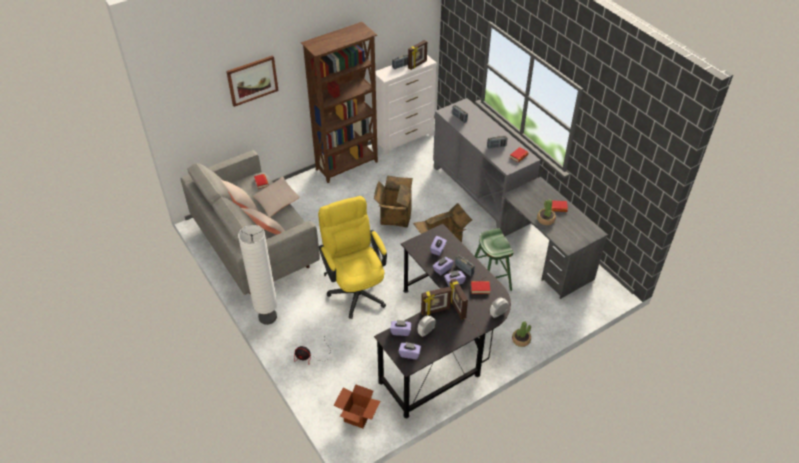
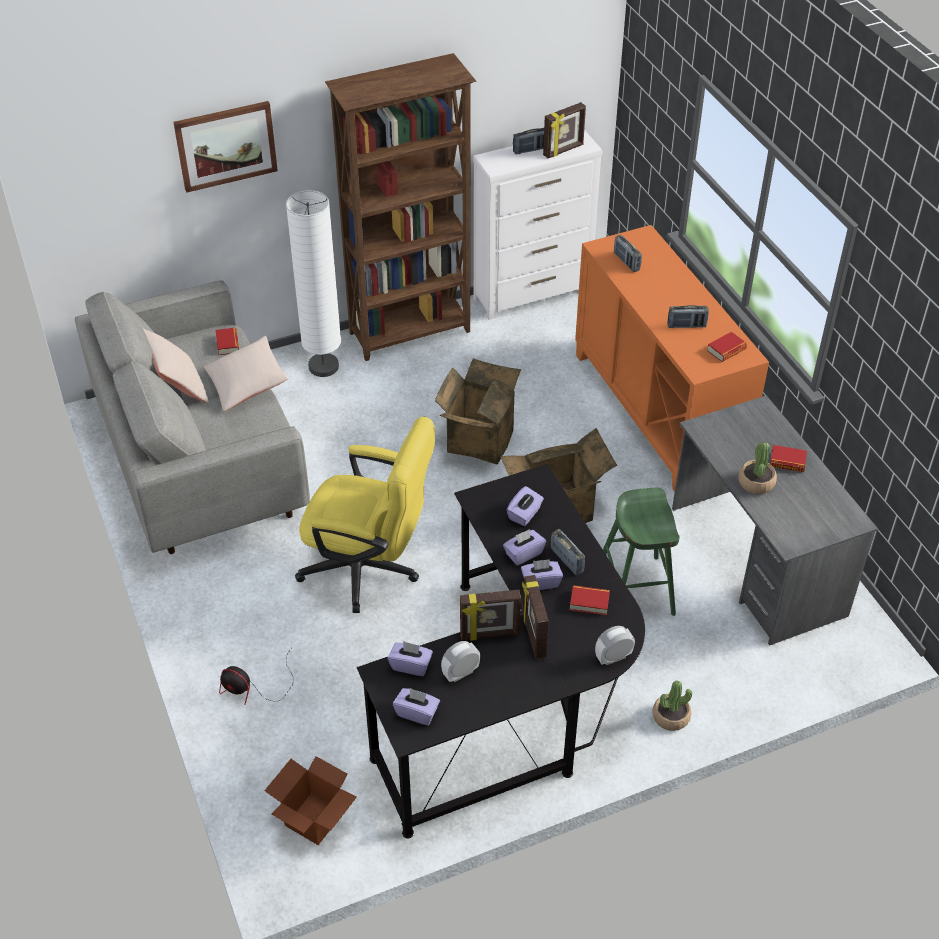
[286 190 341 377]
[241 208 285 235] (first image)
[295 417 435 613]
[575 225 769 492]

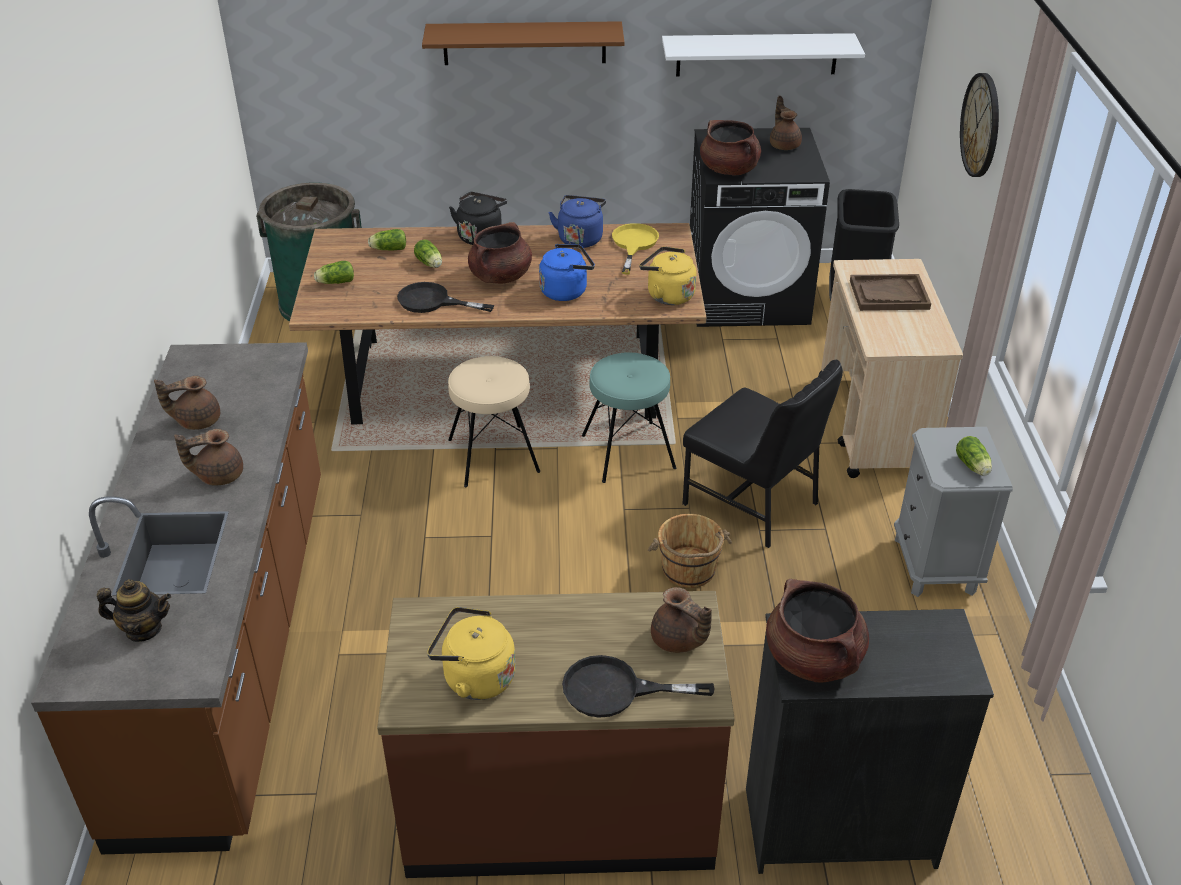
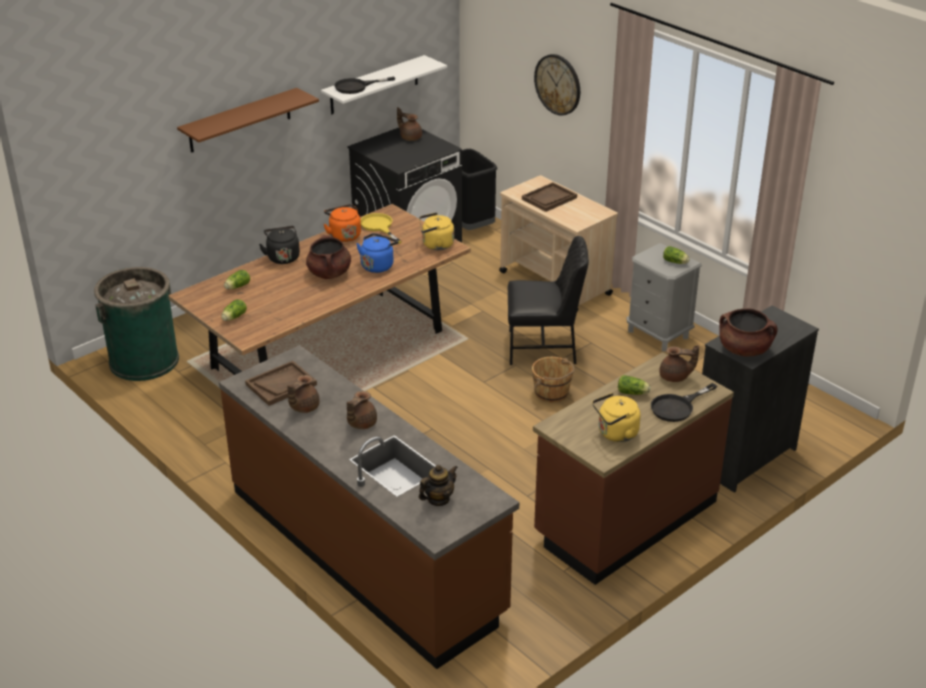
[334 77 395 94]
[618 375 651 395]
[448 356 540 487] (first image)
[323 204 361 242]
[582 352 676 483] (first image)
[700 120 761 176] (first image)
[245 361 317 406]

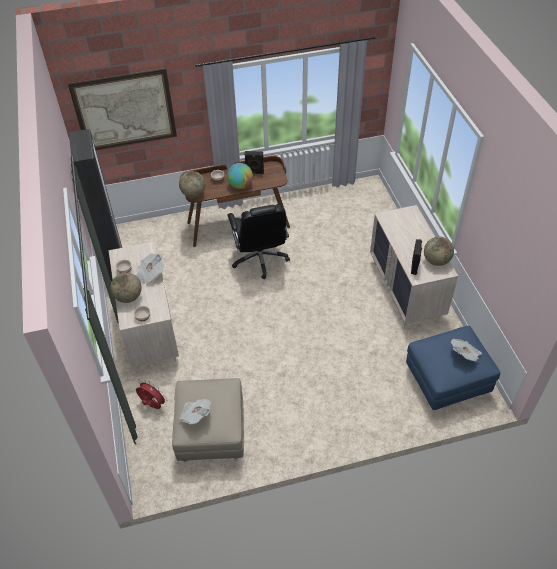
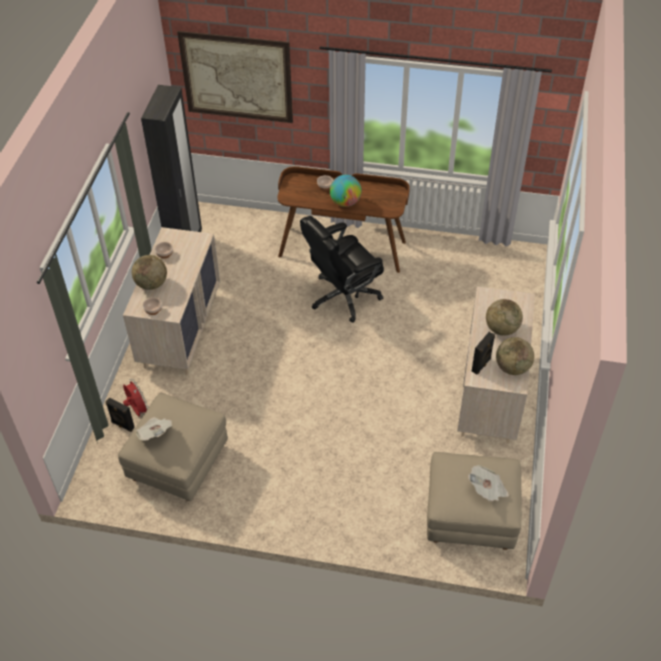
[136 253 164 285] (first image)
[486 299 523 336]
[300 216 384 323]
[105 397 135 432]
[427 452 522 550]

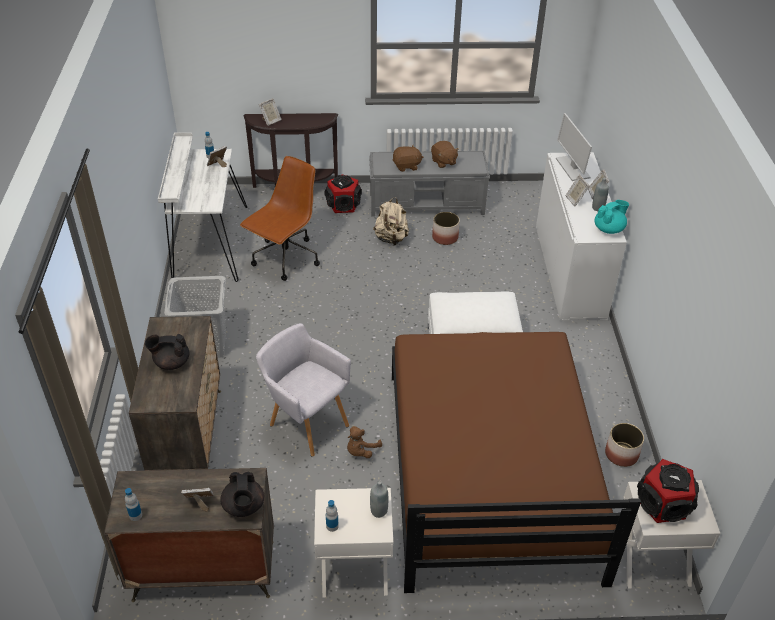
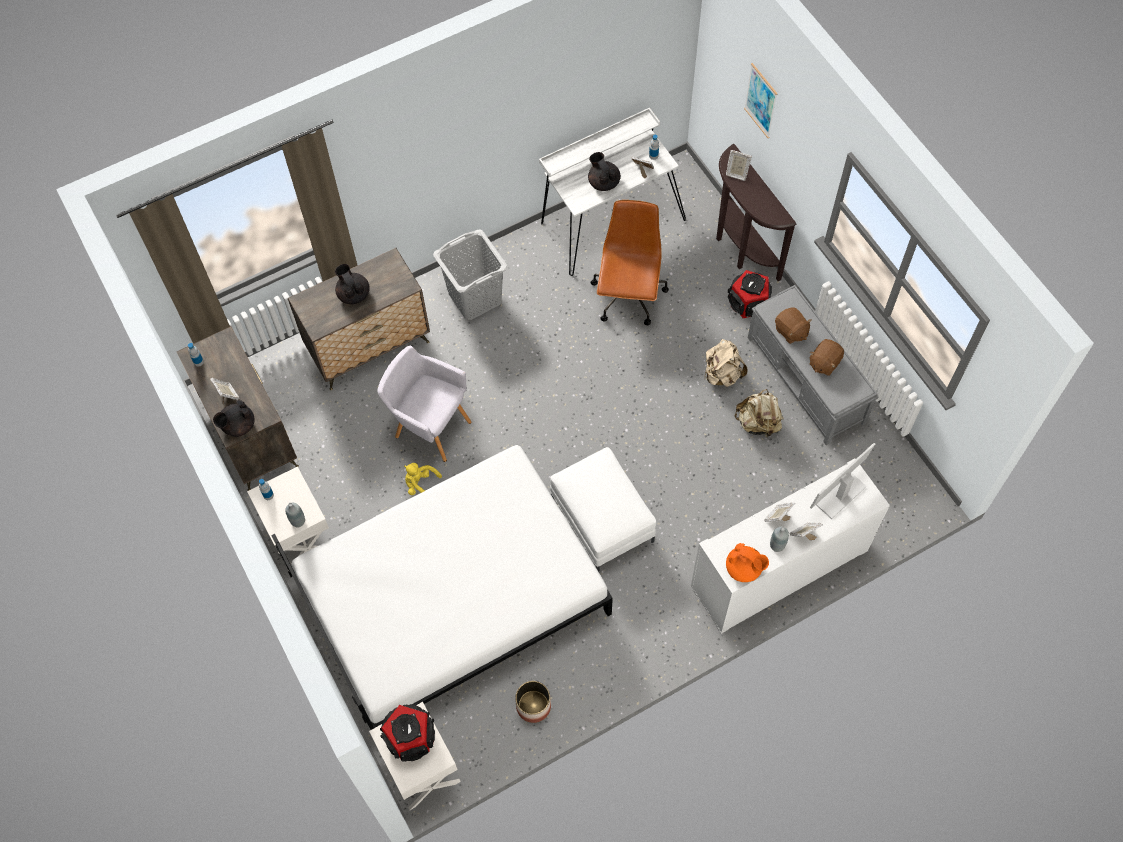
[591 200 669 325]
[377 346 472 462]
[404 463 442 495]
[271 445 613 730]
[734 389 784 437]
[726 543 769 582]
[588 152 621 191]
[744 63 778 138]

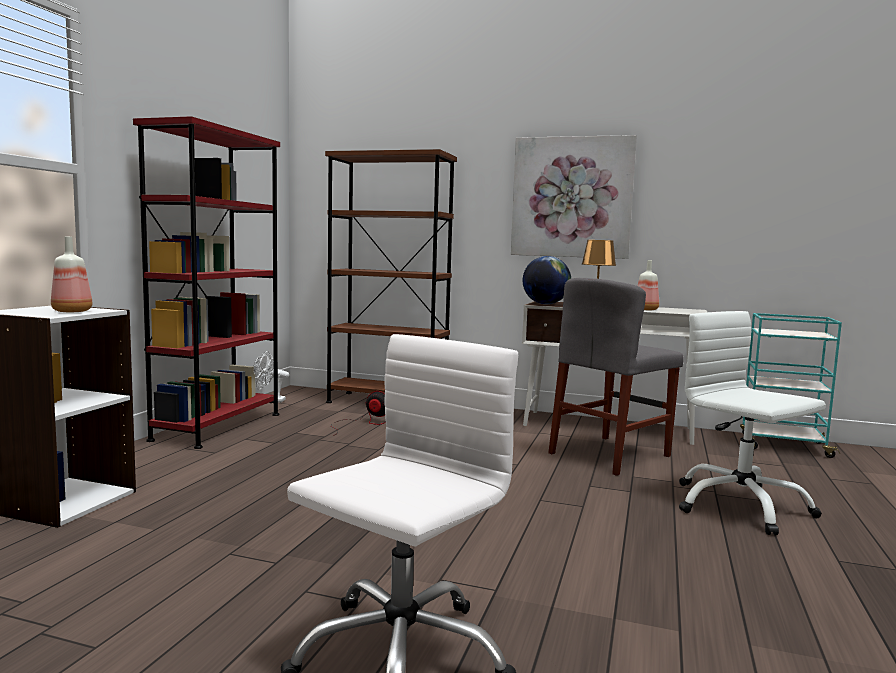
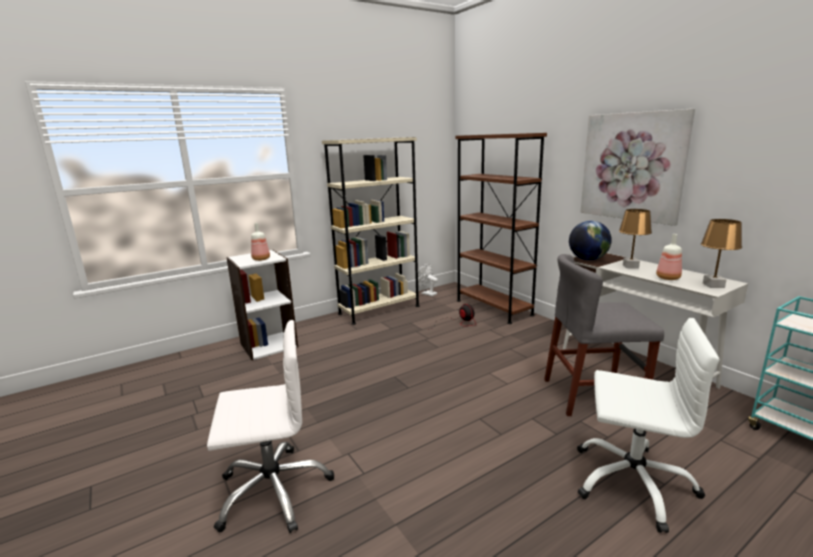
[322 137 420 325]
[577 318 720 533]
[701 219 742 288]

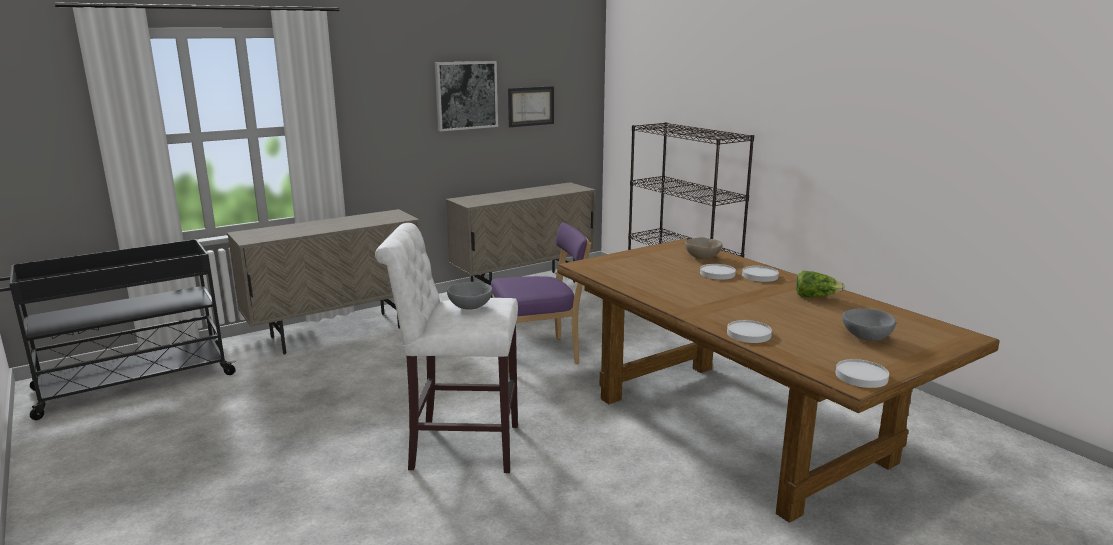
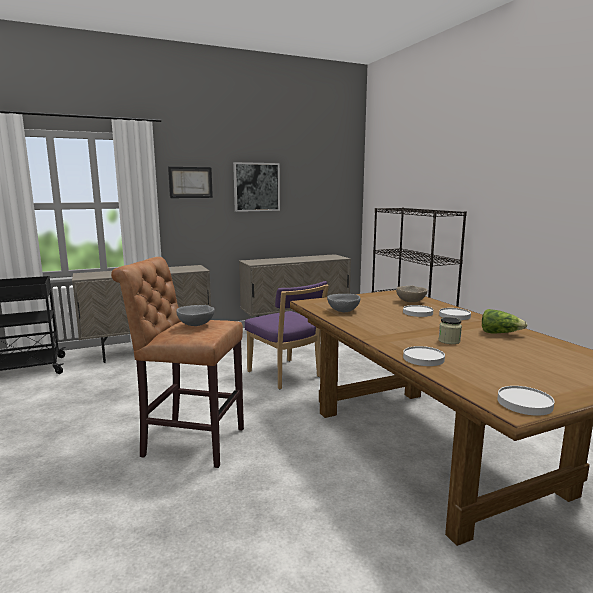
[111 257 244 468]
[245 281 329 389]
[168 167 213 198]
[327 294 360 312]
[439 317 462 344]

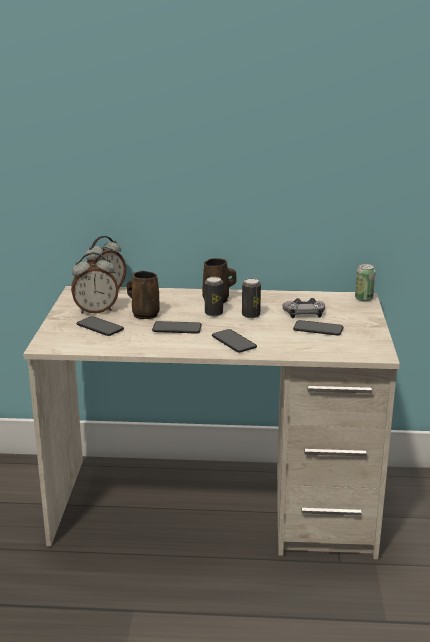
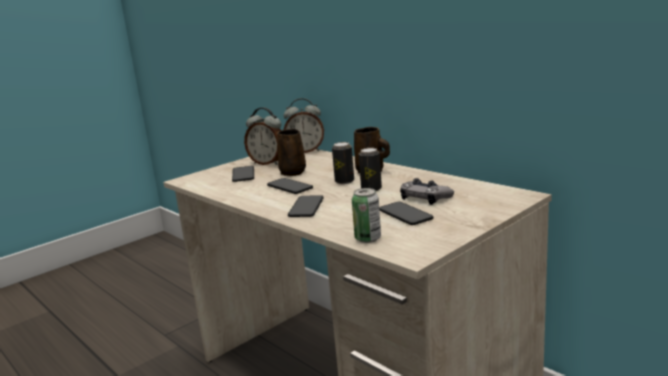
[352 188 381 243]

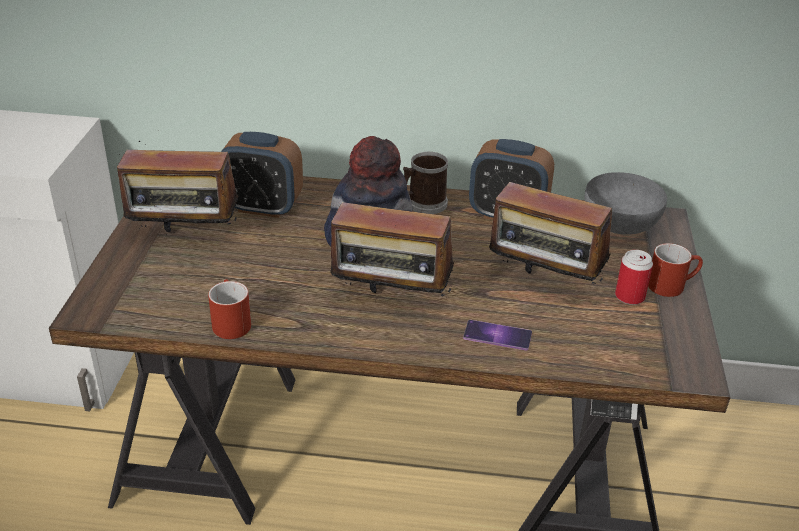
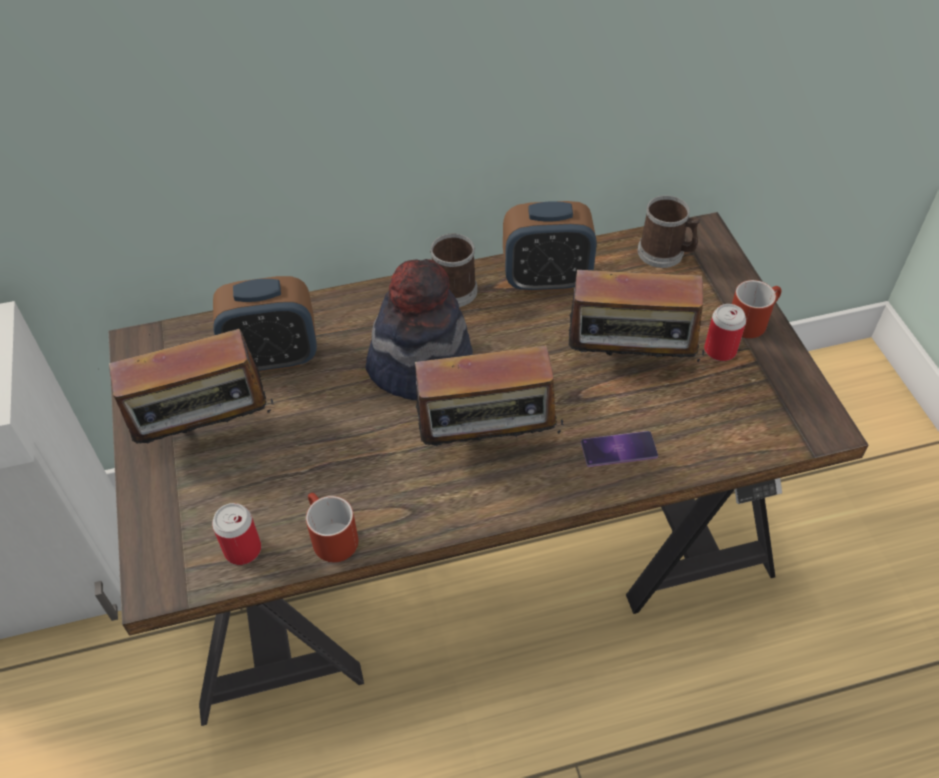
[638 195 700 268]
[212 503 261 565]

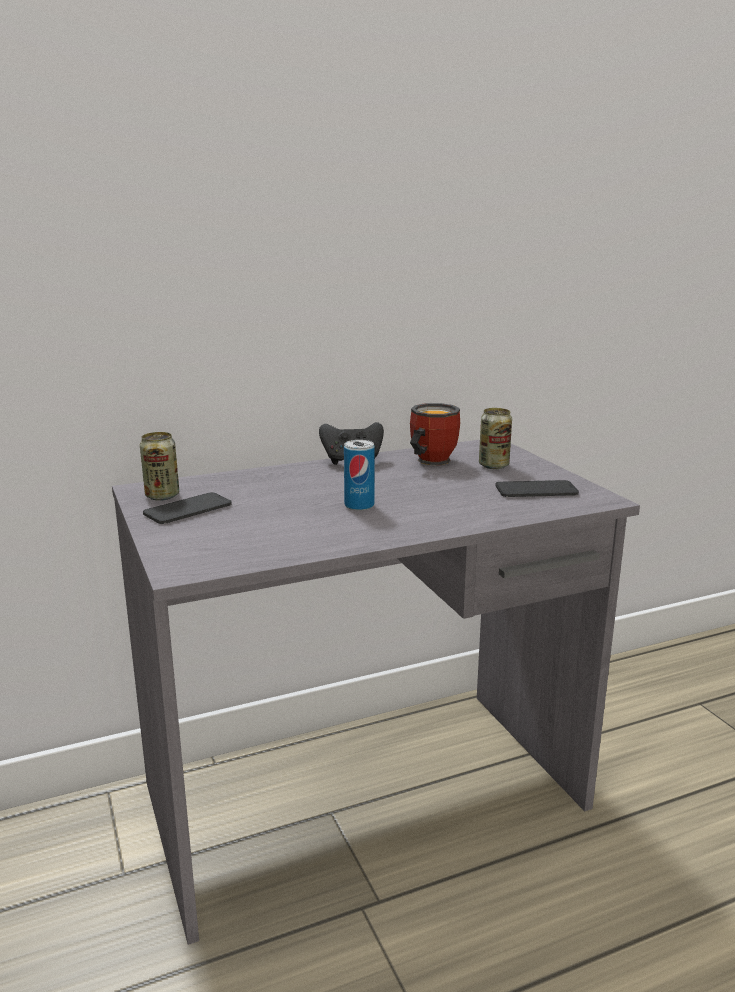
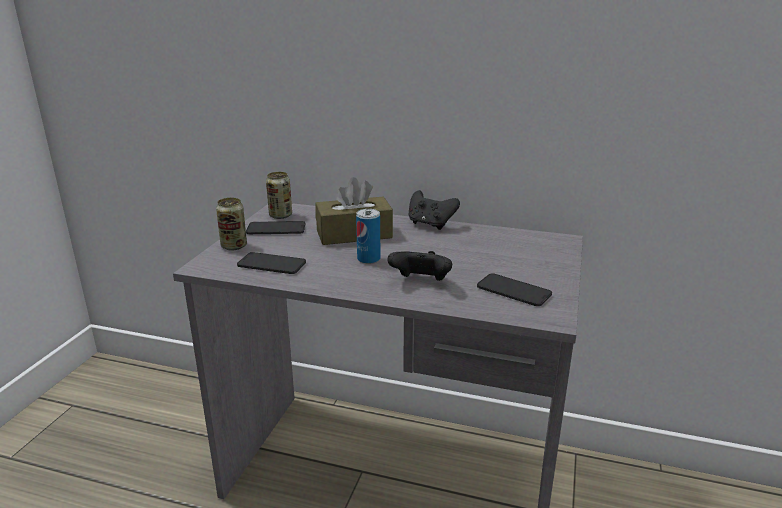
[410 403 460 465] (first image)
[216 198 247 250]
[237 252 306 274]
[315 177 393 245]
[387 251 452 281]

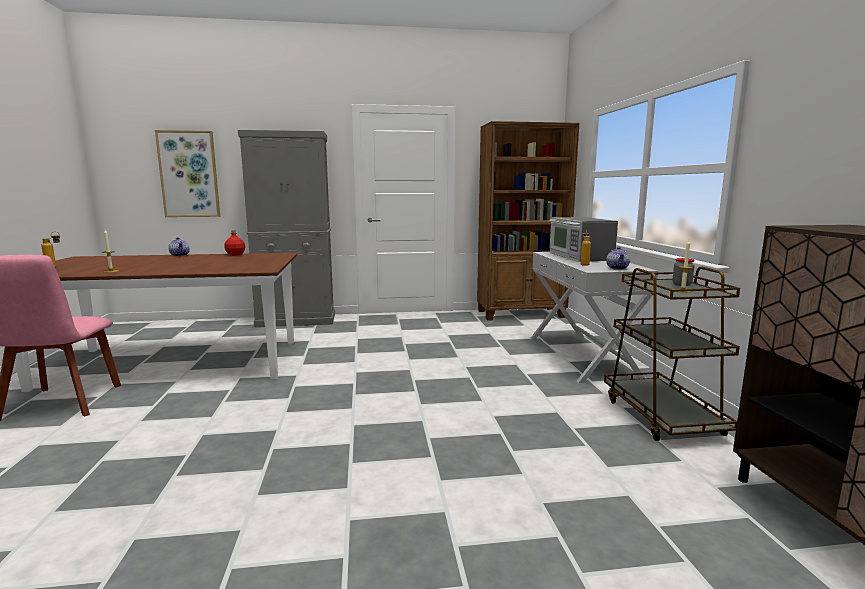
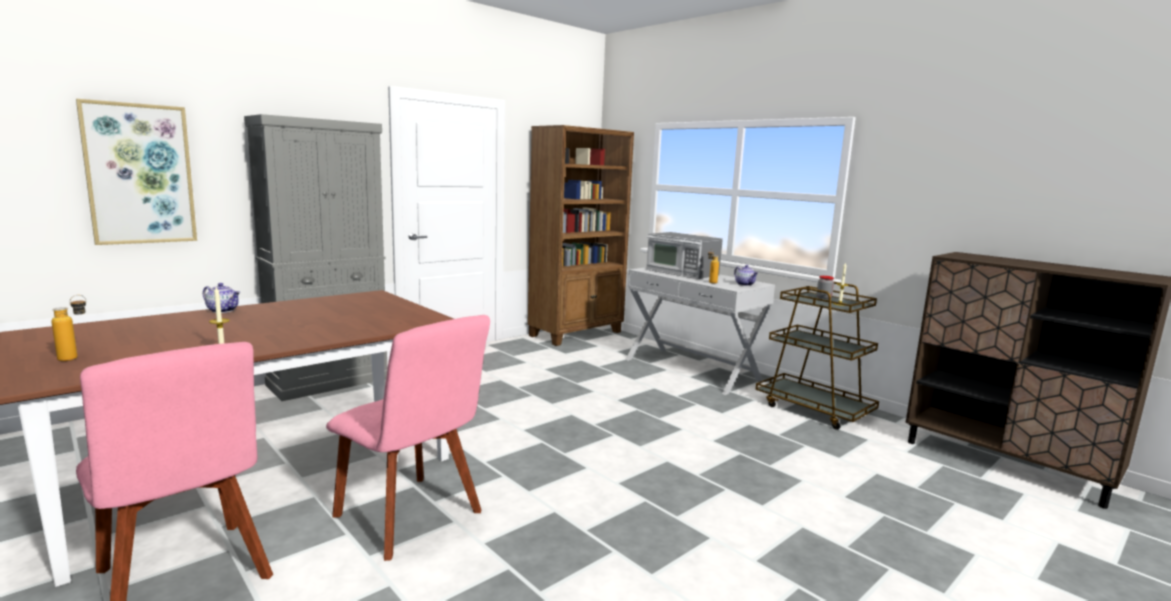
[224 230 245 256] (first image)
[326 315 490 561]

